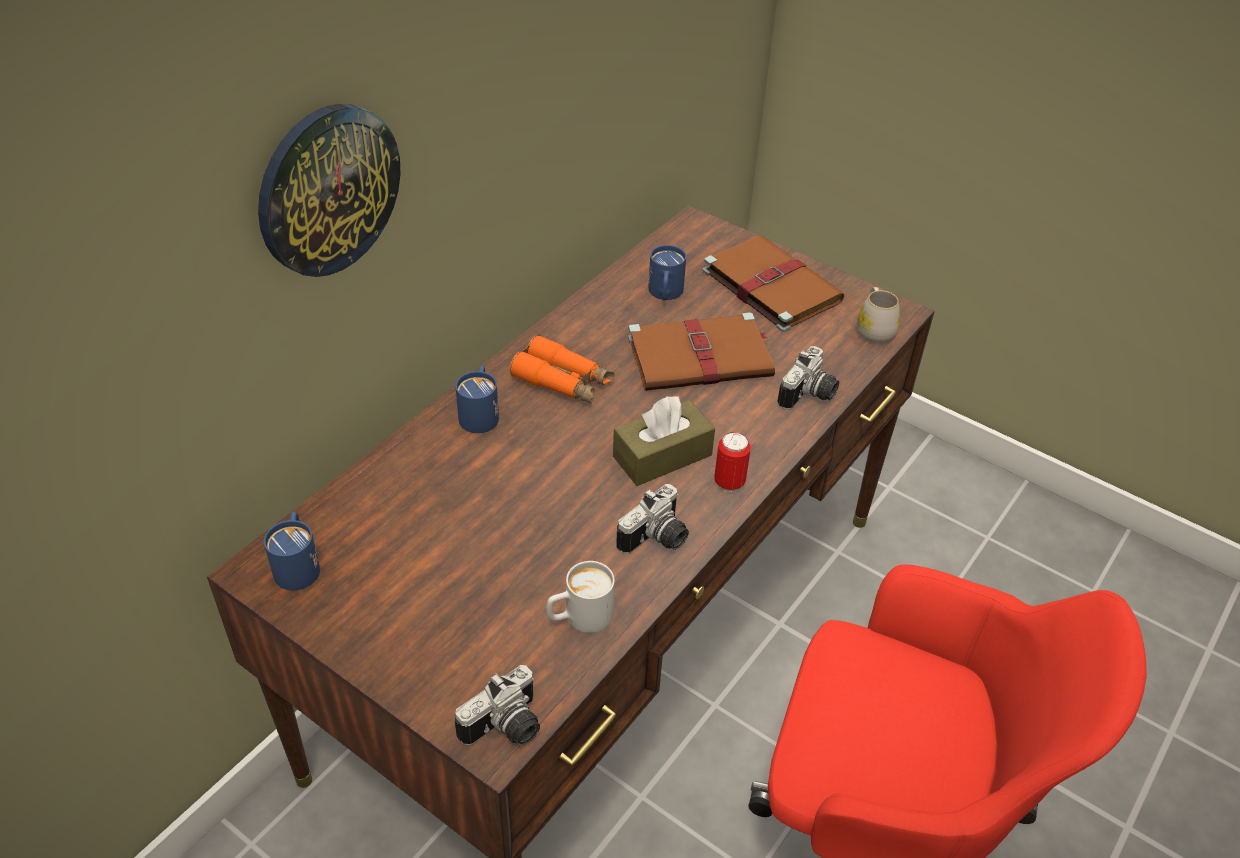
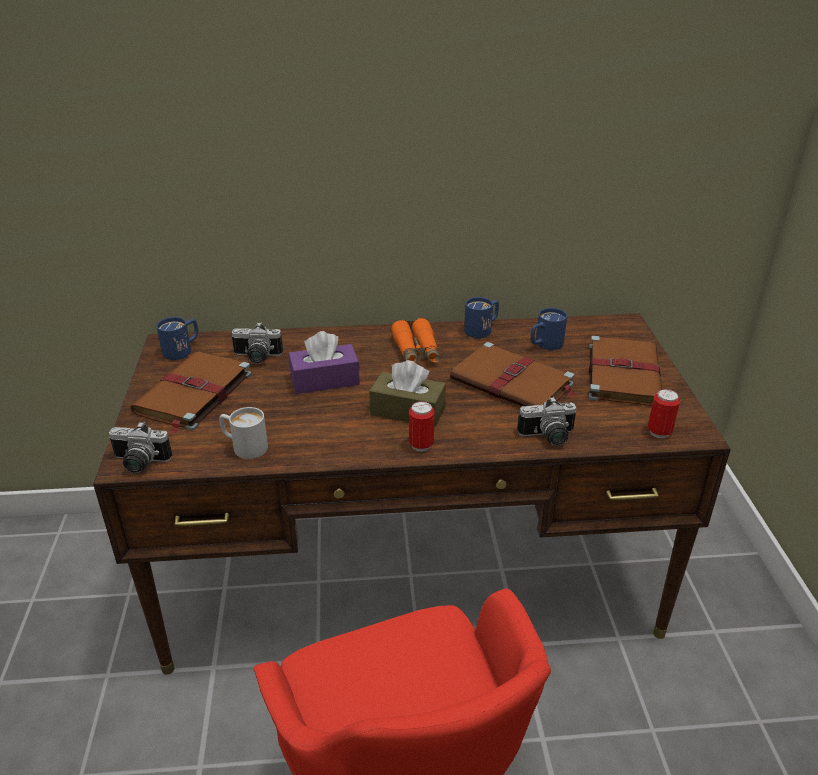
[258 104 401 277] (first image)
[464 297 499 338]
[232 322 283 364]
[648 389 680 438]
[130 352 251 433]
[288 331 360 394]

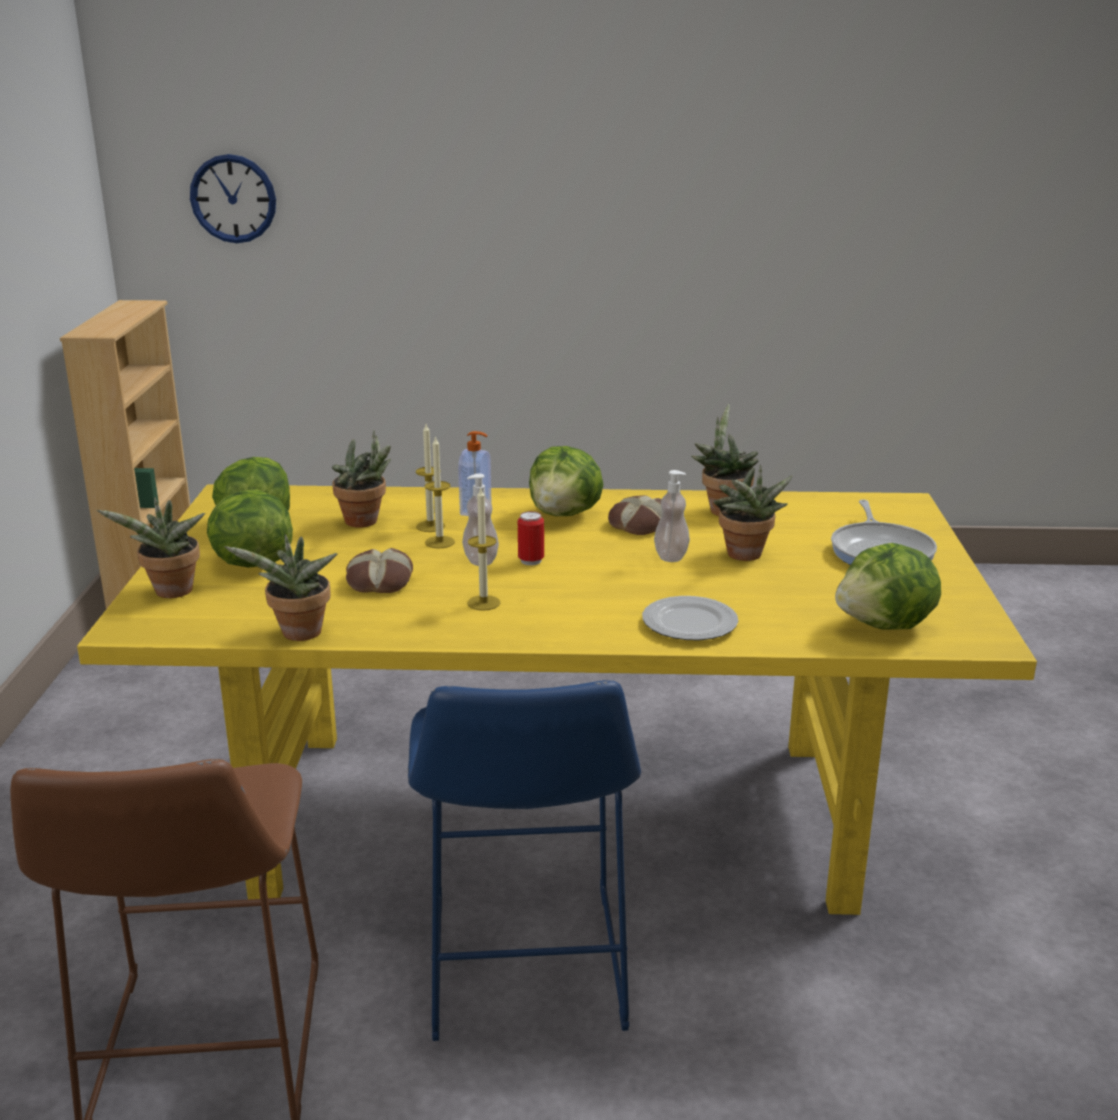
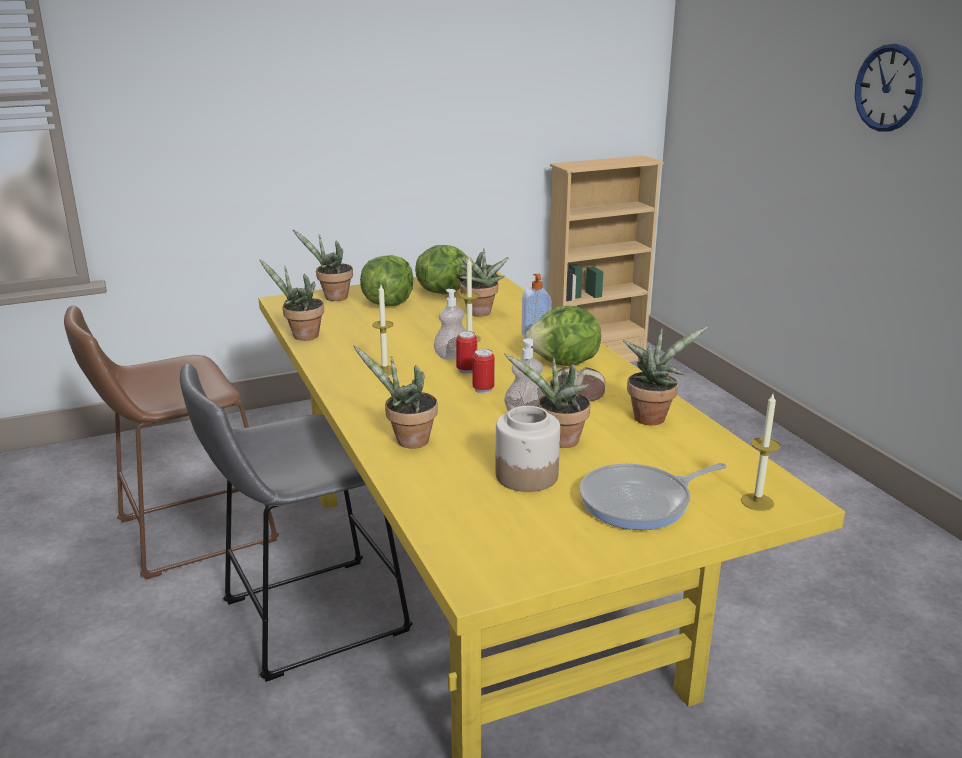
[855 44 923 132]
[346 548 413 593] (first image)
[180 364 413 682]
[741 394 781 511]
[354 346 438 449]
[835 543 941 629] (first image)
[472 349 495 394]
[495 406 560 492]

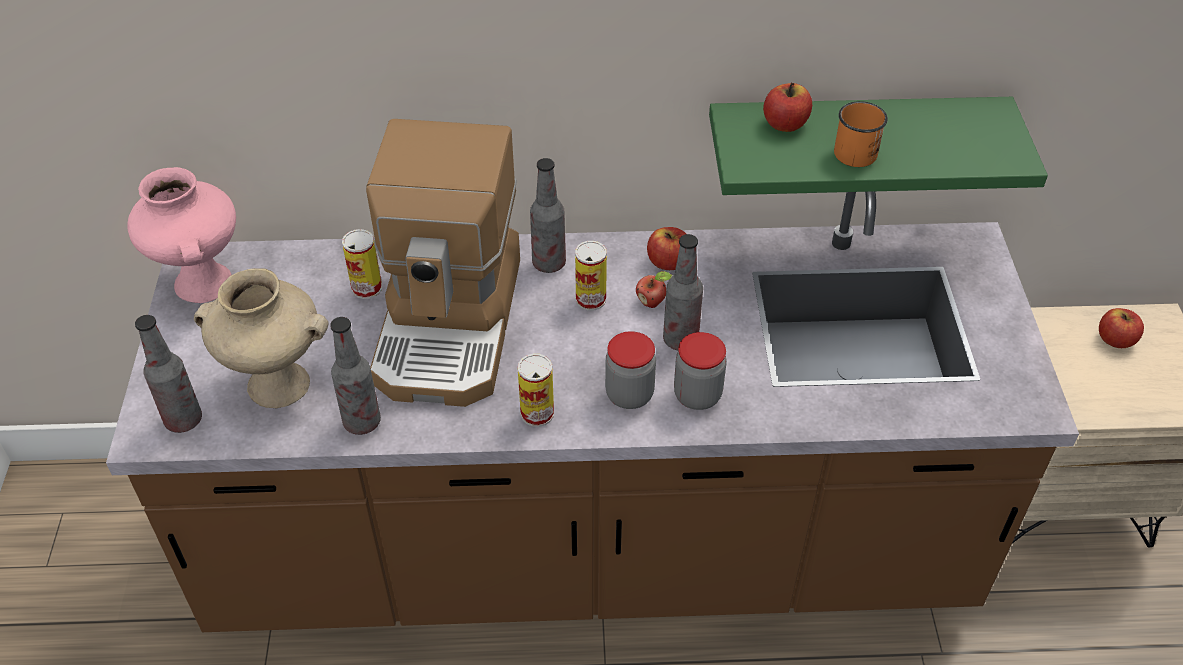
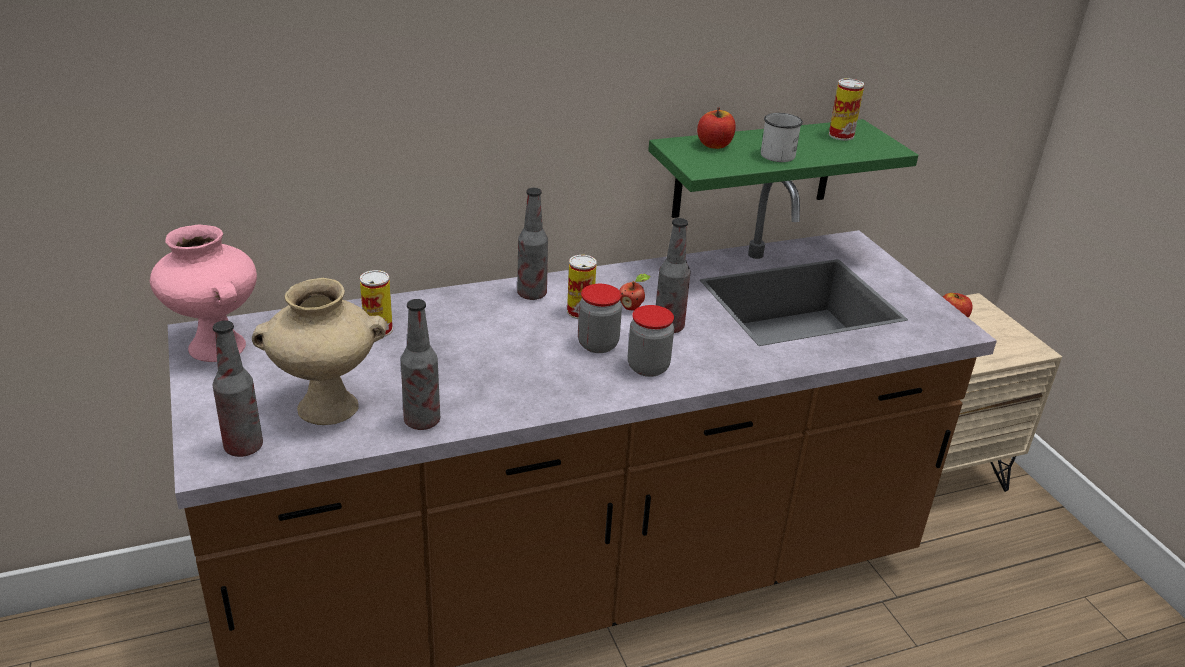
[366 119 520 407] (first image)
[829 78 864 141]
[647 227 686 270] (first image)
[578 284 622 353]
[761 113 803 162]

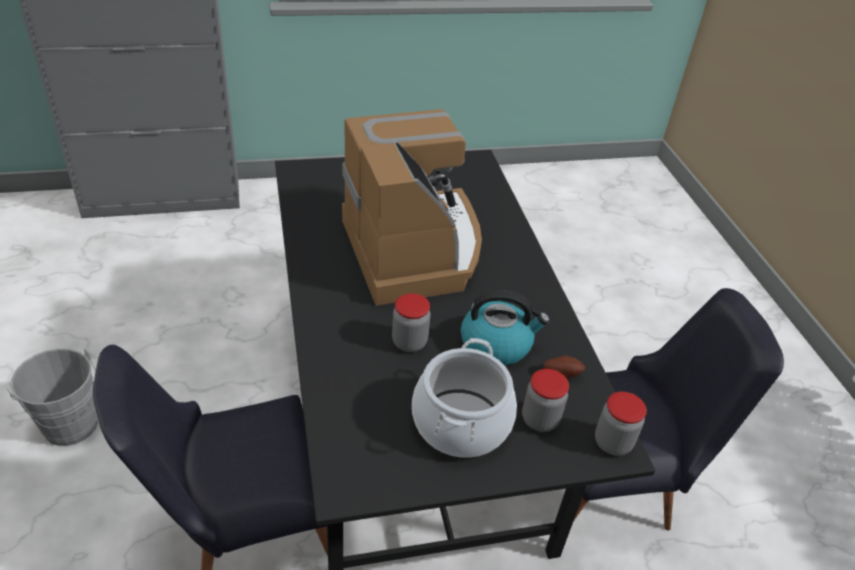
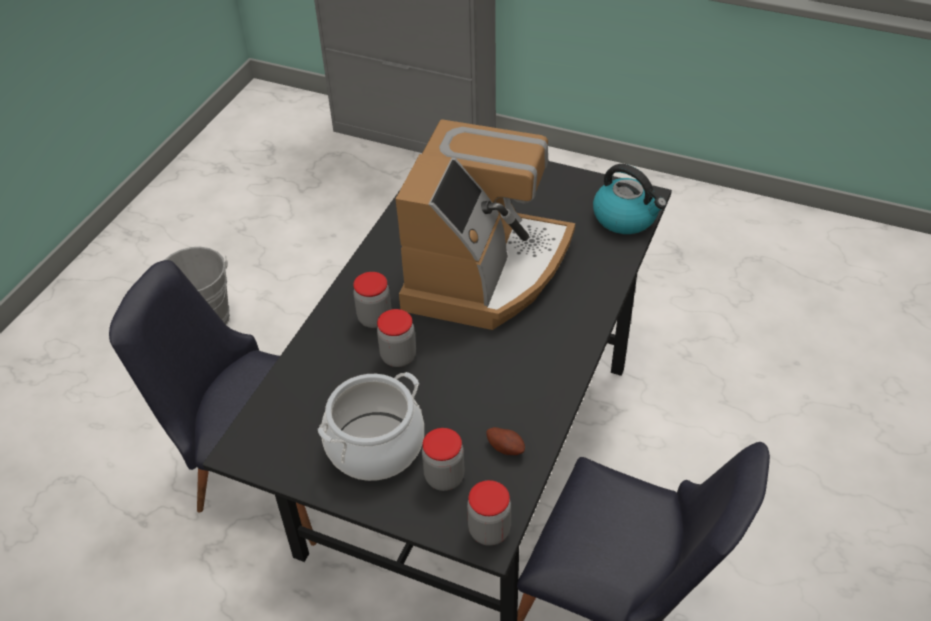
[593 164 667 234]
[353 272 392 328]

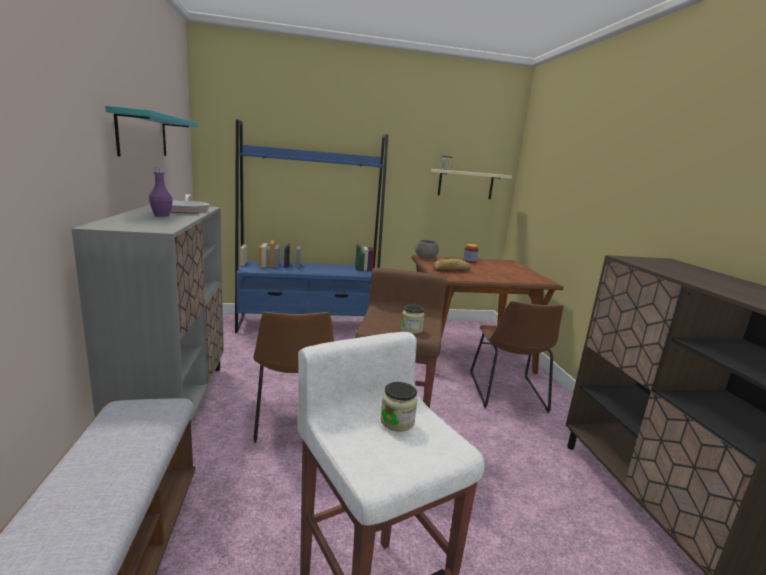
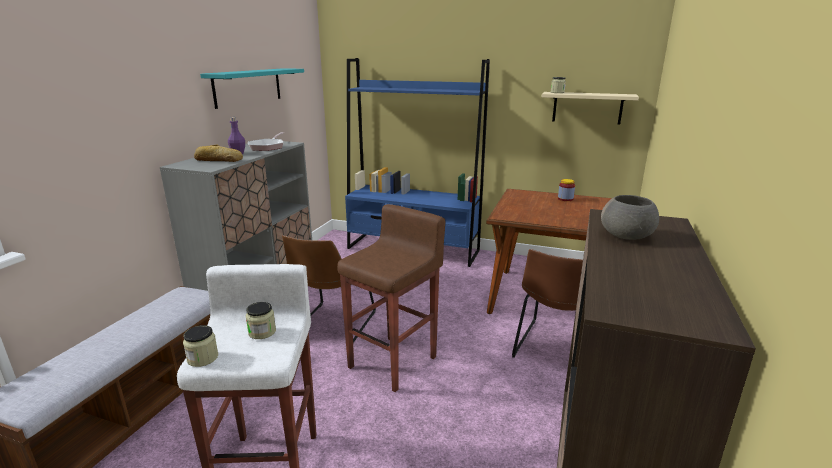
[183 325 218 367]
[601 195 659 240]
[194 144 243 162]

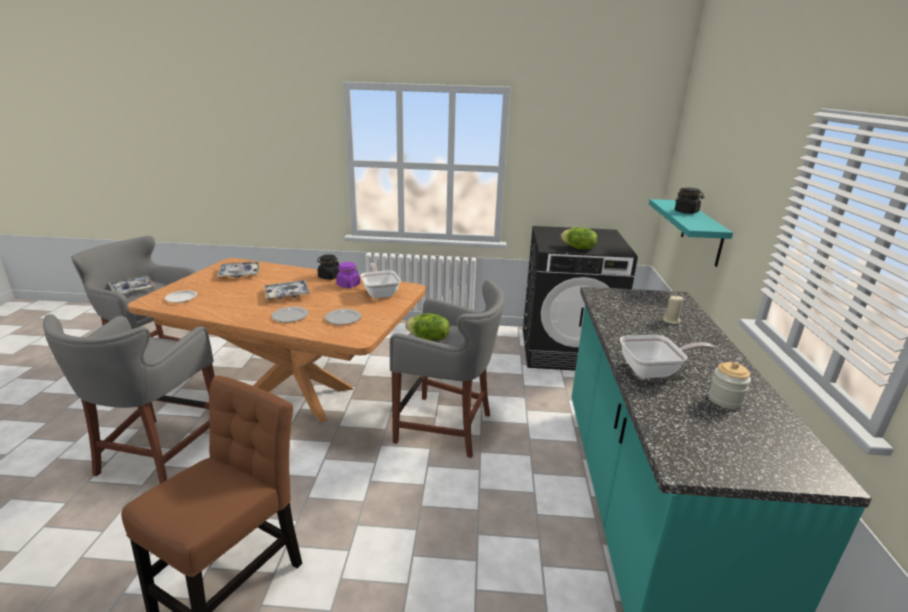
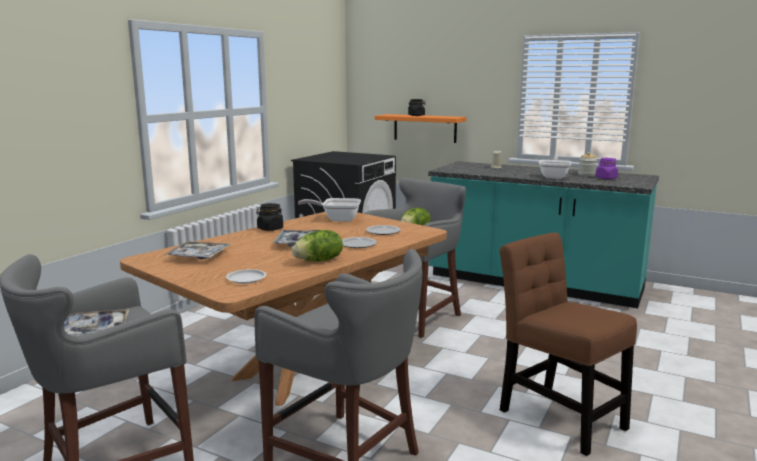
[596 158 618 179]
[292 230 343 261]
[375 114 466 143]

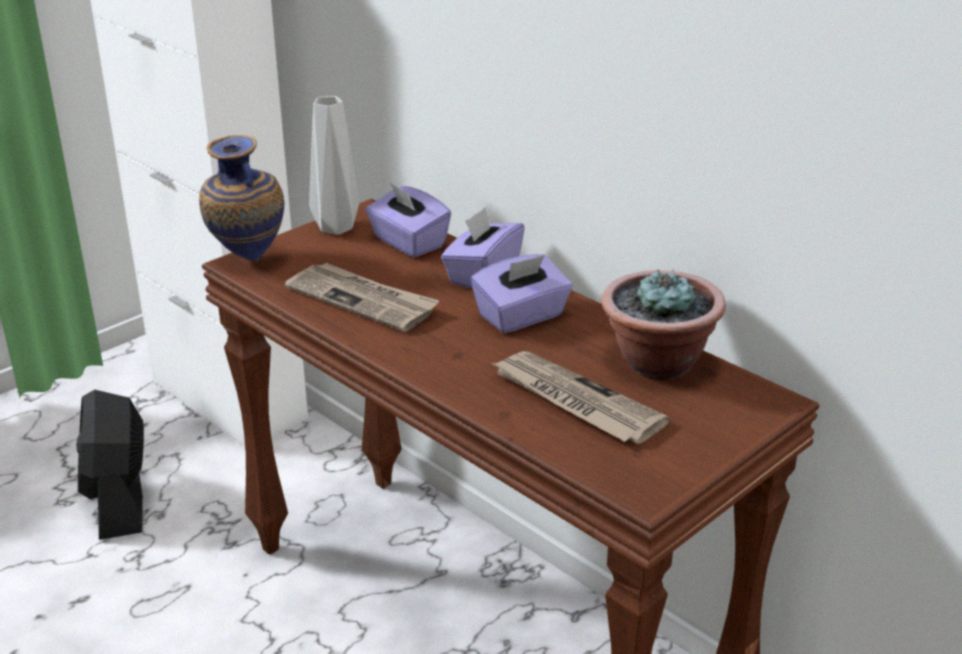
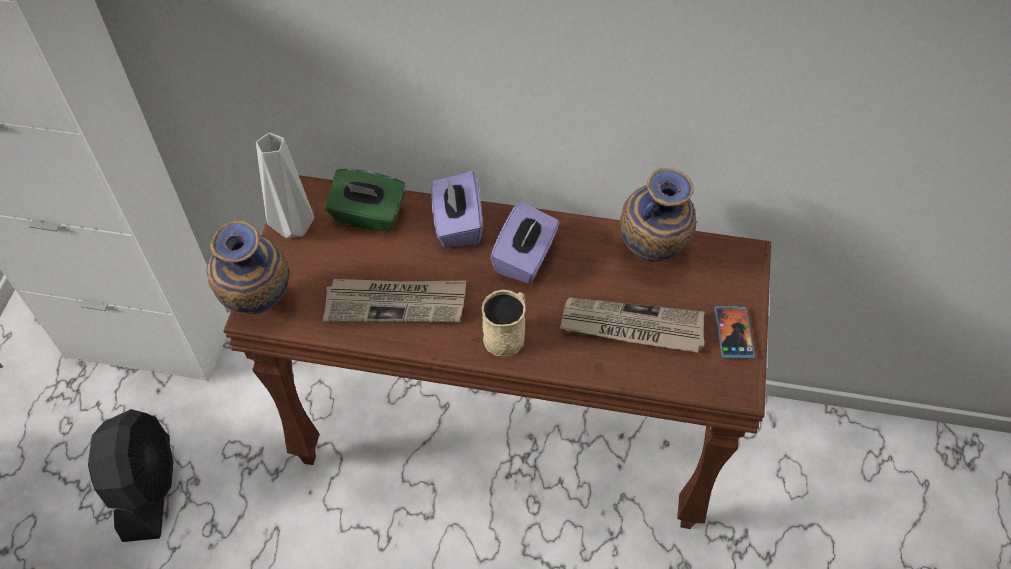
[88 409 173 542]
[325 169 406 233]
[620 168 696 262]
[482 290 526 357]
[714 306 755 359]

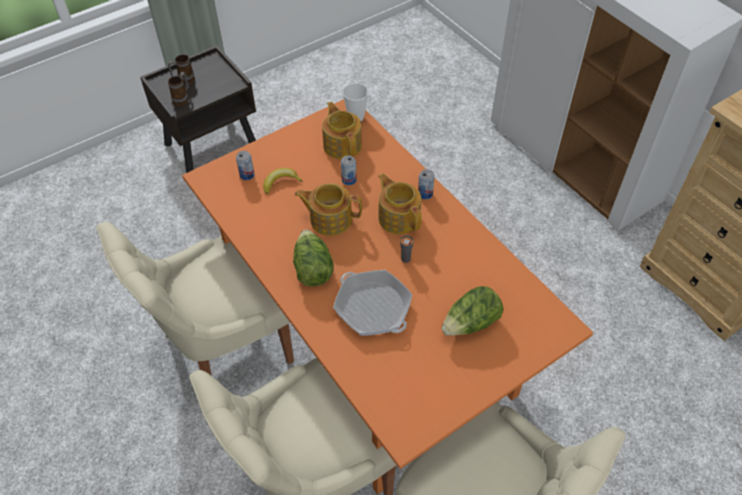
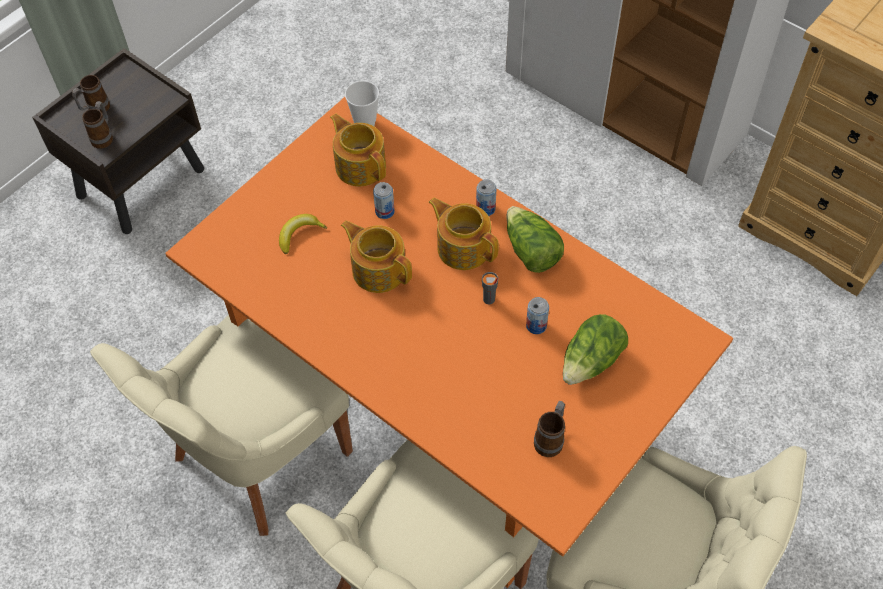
[526 297 549 334]
[506 206 564 273]
[341 221 412 293]
[333 270 412 336] (first image)
[534 401 565 457]

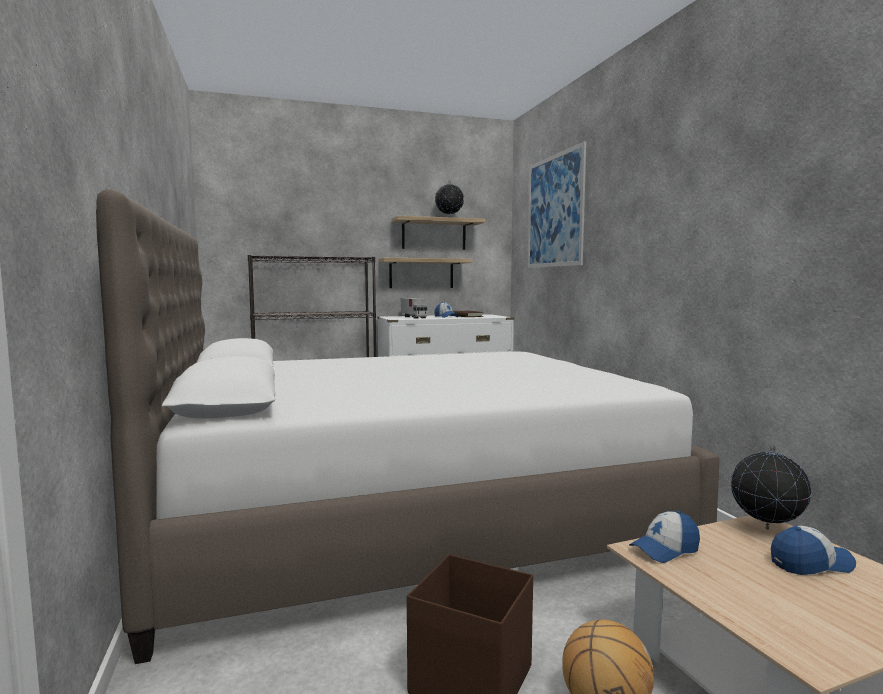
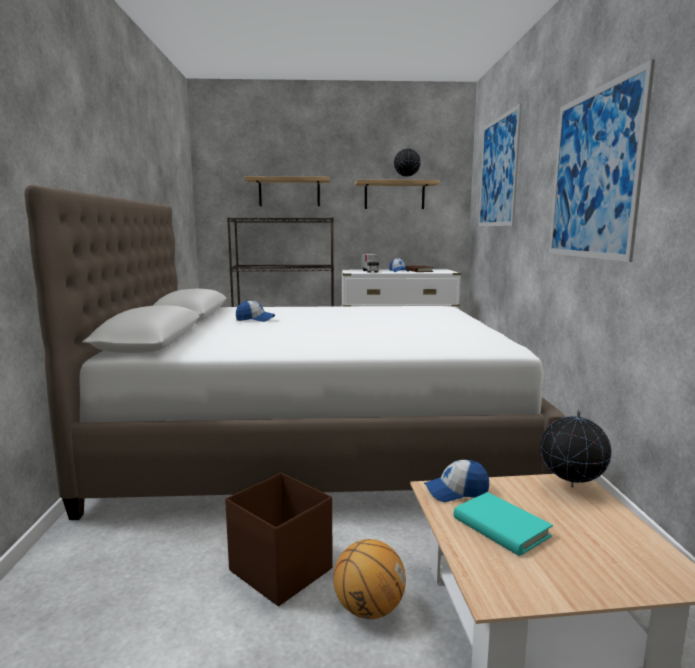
[245 176 330 206]
[236 300 275 322]
[454 492 553 556]
[549 59 655 262]

